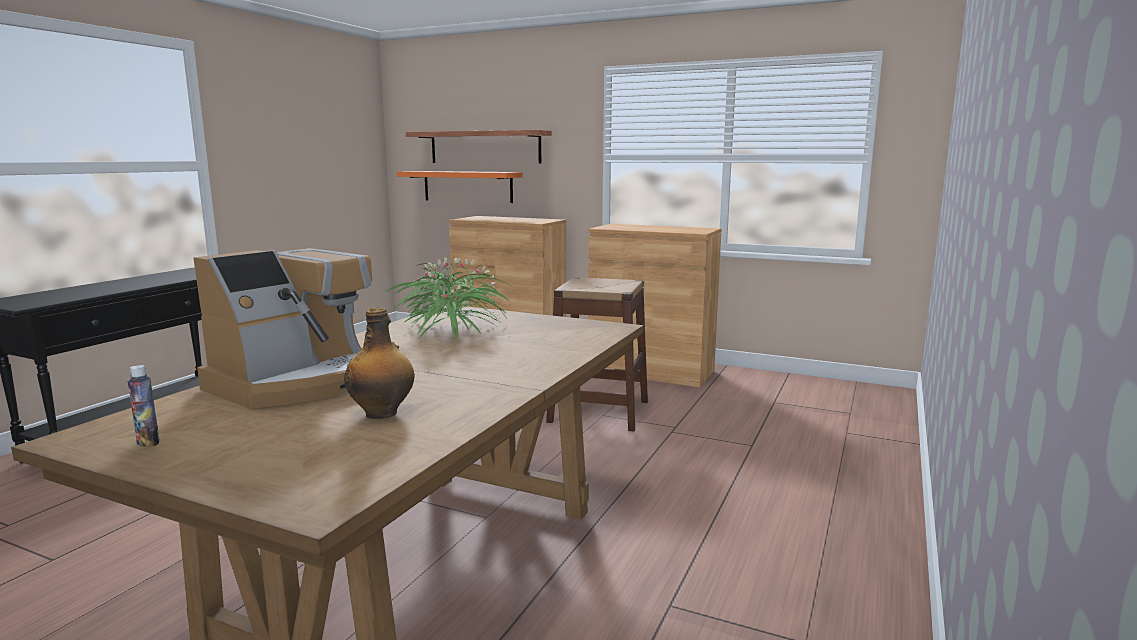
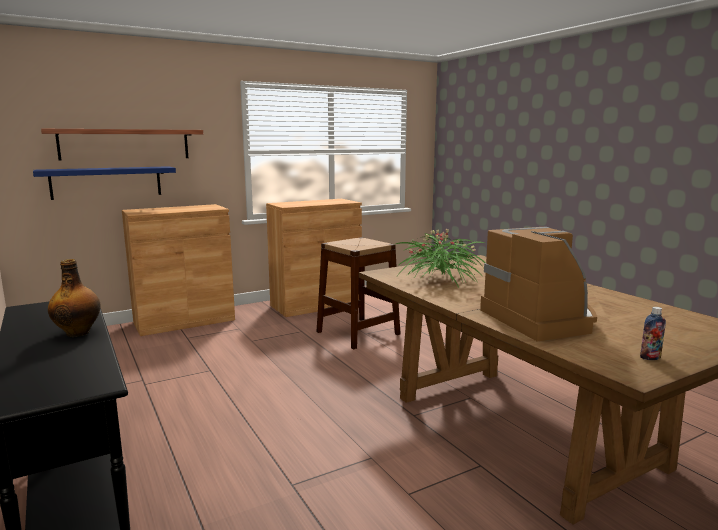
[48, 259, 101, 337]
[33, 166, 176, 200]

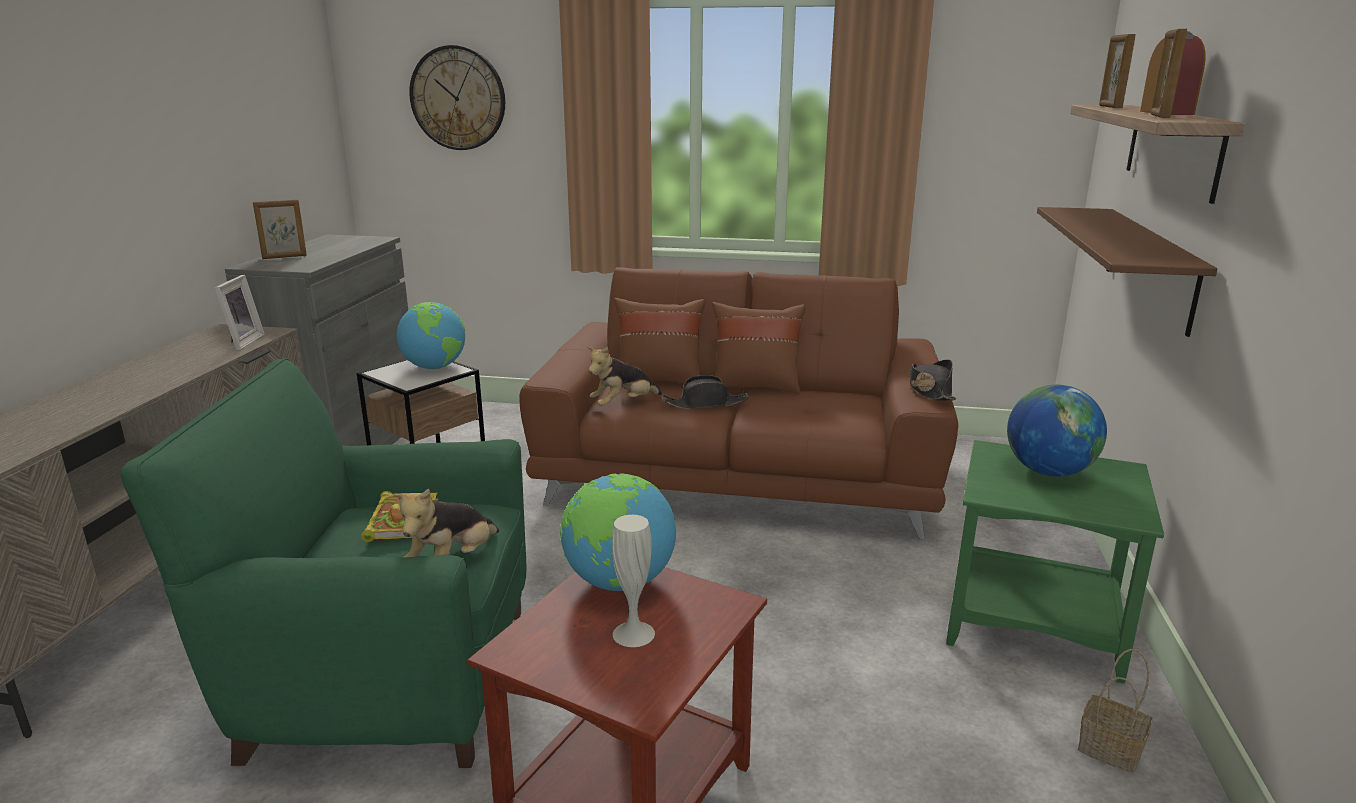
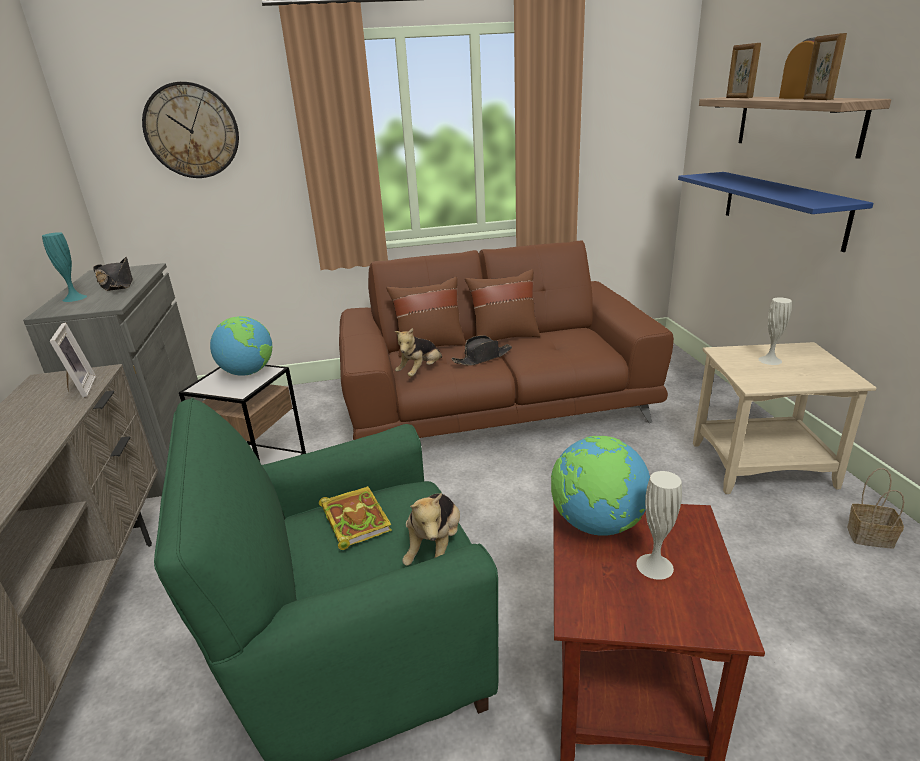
[42, 232, 87, 302]
[93, 257, 133, 291]
[693, 342, 876, 494]
[758, 297, 792, 365]
[678, 172, 874, 252]

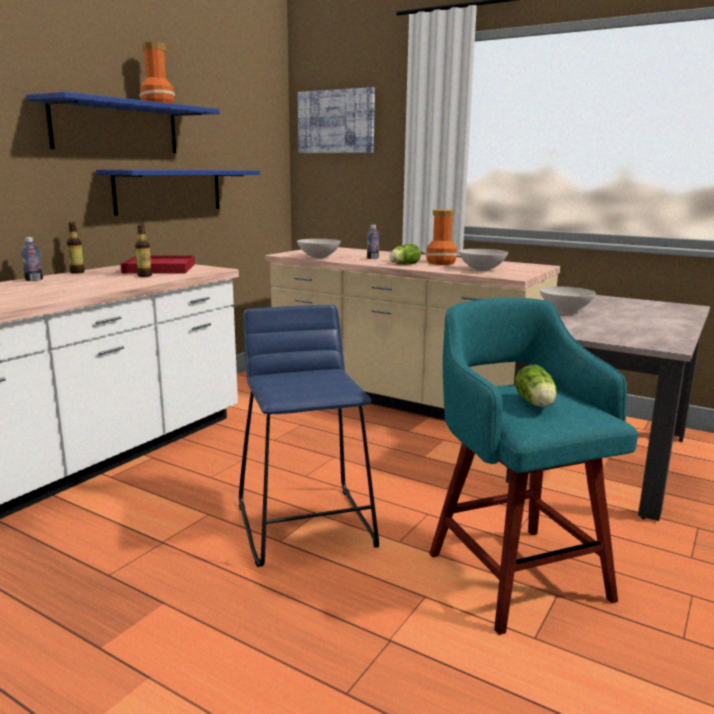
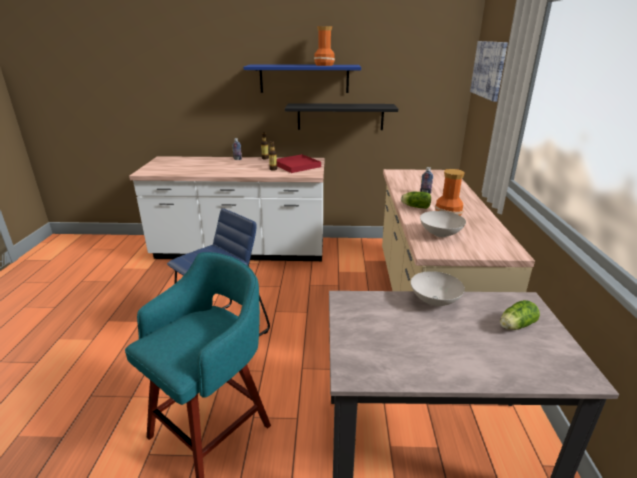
[285, 103, 398, 130]
[297, 239, 341, 258] (first image)
[500, 300, 540, 330]

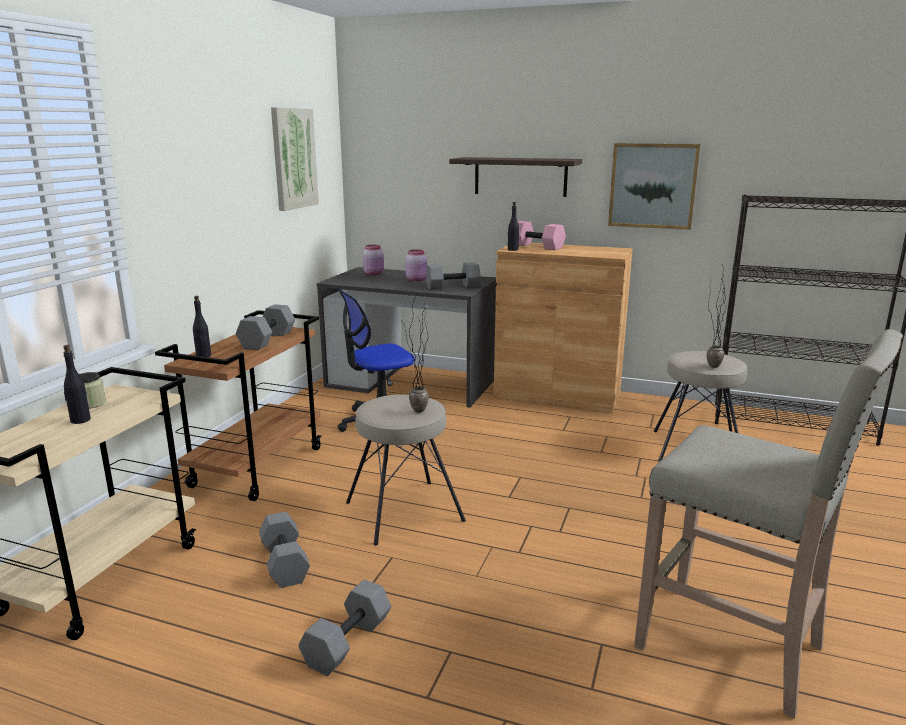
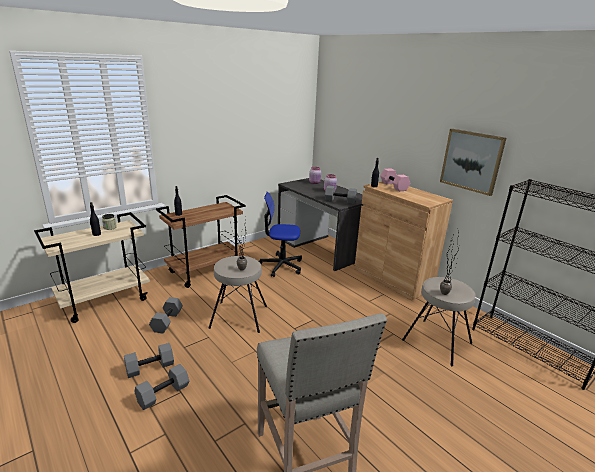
[134, 364, 189, 410]
[271, 107, 319, 211] (first image)
[449, 157, 582, 197] (first image)

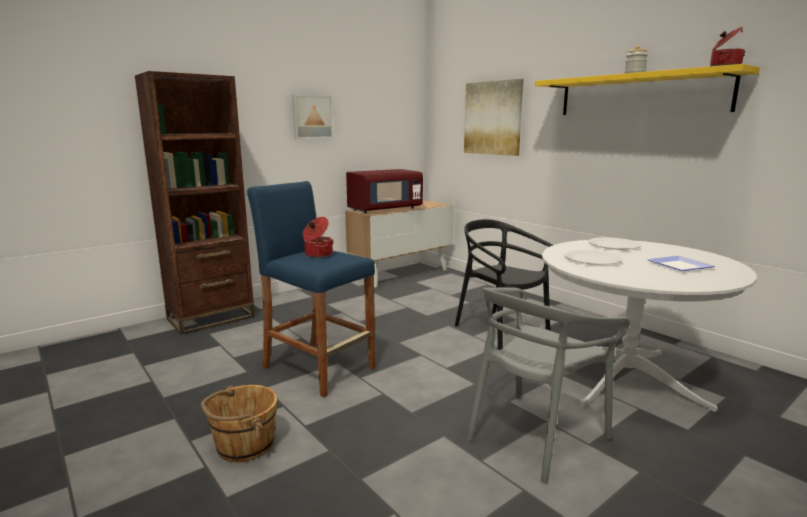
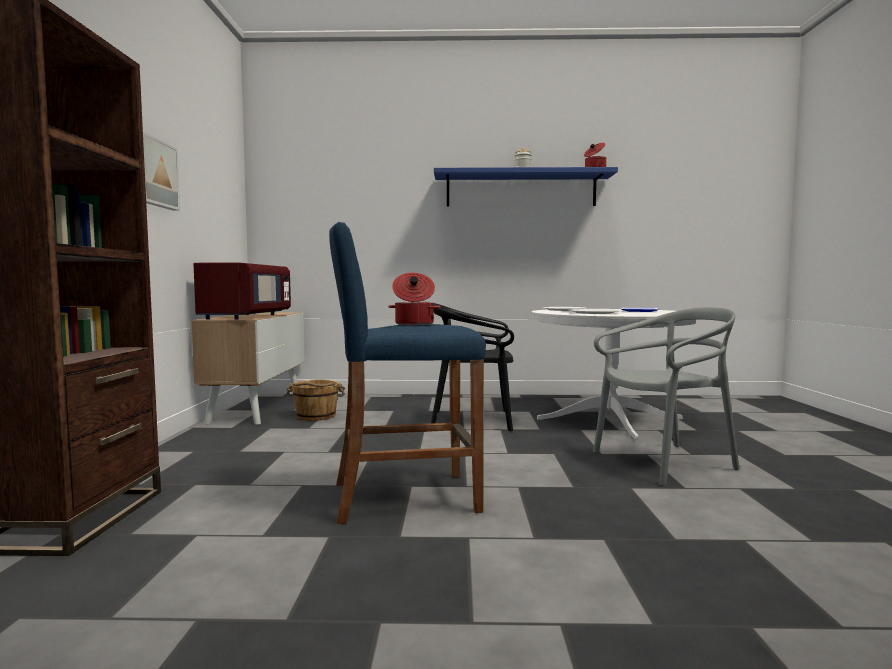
[287, 380, 345, 421]
[464, 79, 524, 156] (first image)
[593, 307, 740, 486]
[434, 167, 618, 206]

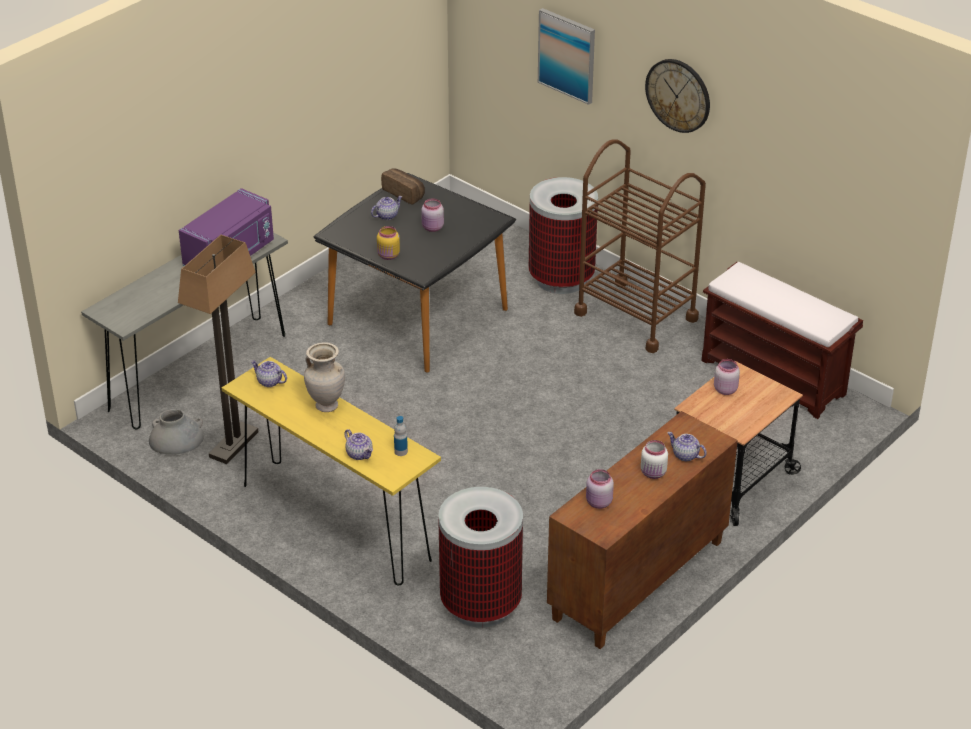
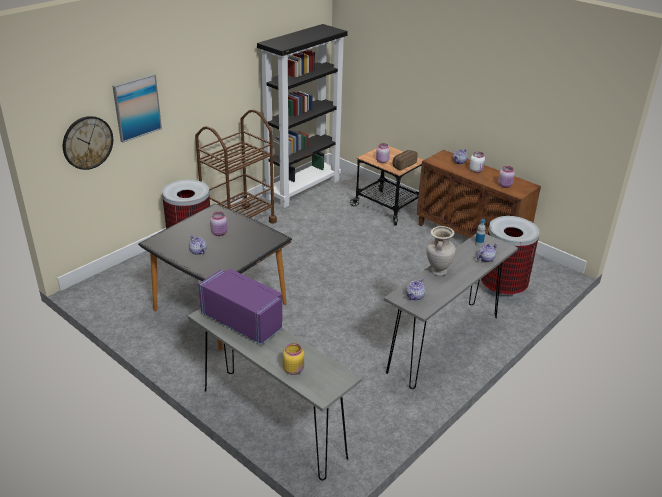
[149, 409, 204, 455] (first image)
[178, 235, 259, 464] (first image)
[384, 234, 518, 389]
[283, 343, 304, 375]
[393, 150, 418, 171]
[63, 116, 113, 170]
[257, 24, 348, 208]

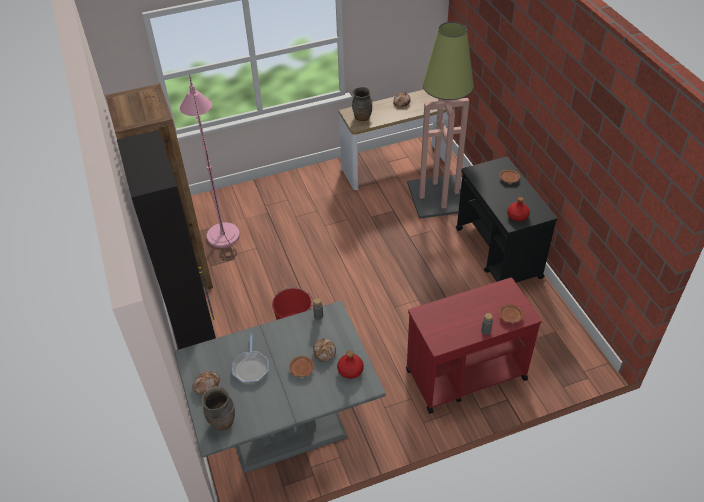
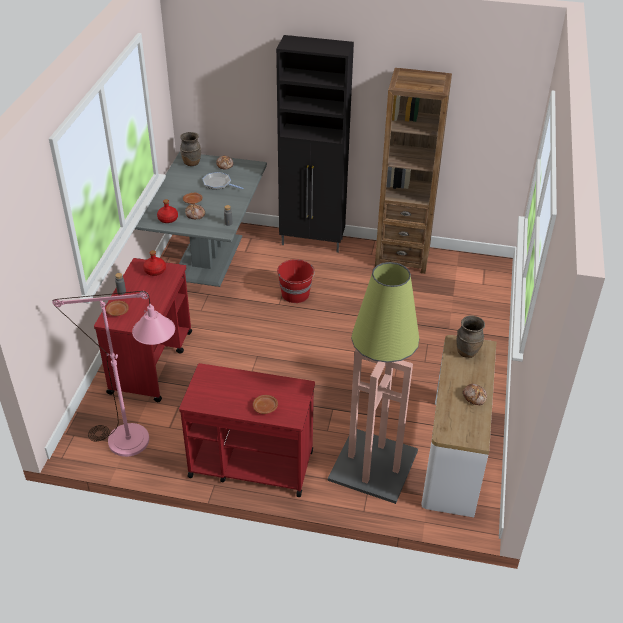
[52, 291, 175, 457]
[179, 363, 315, 497]
[143, 250, 166, 276]

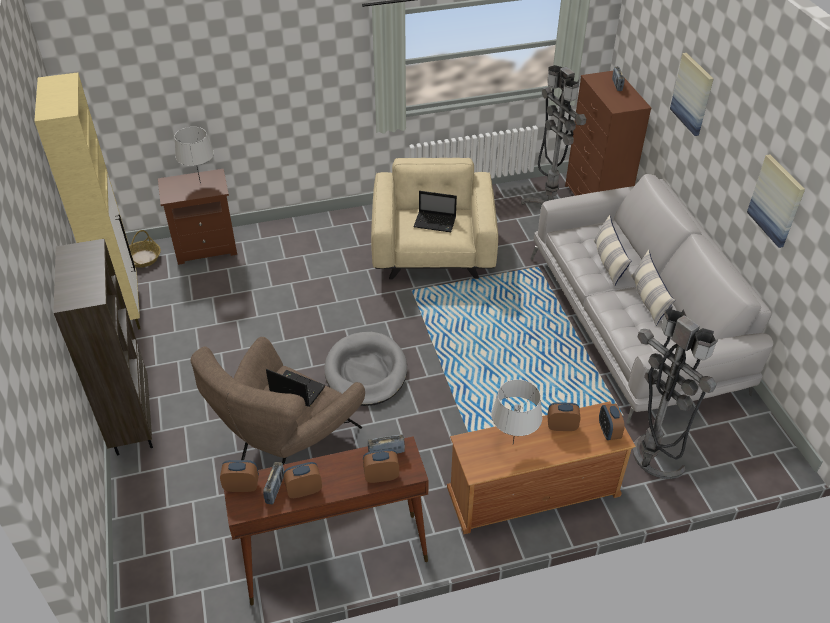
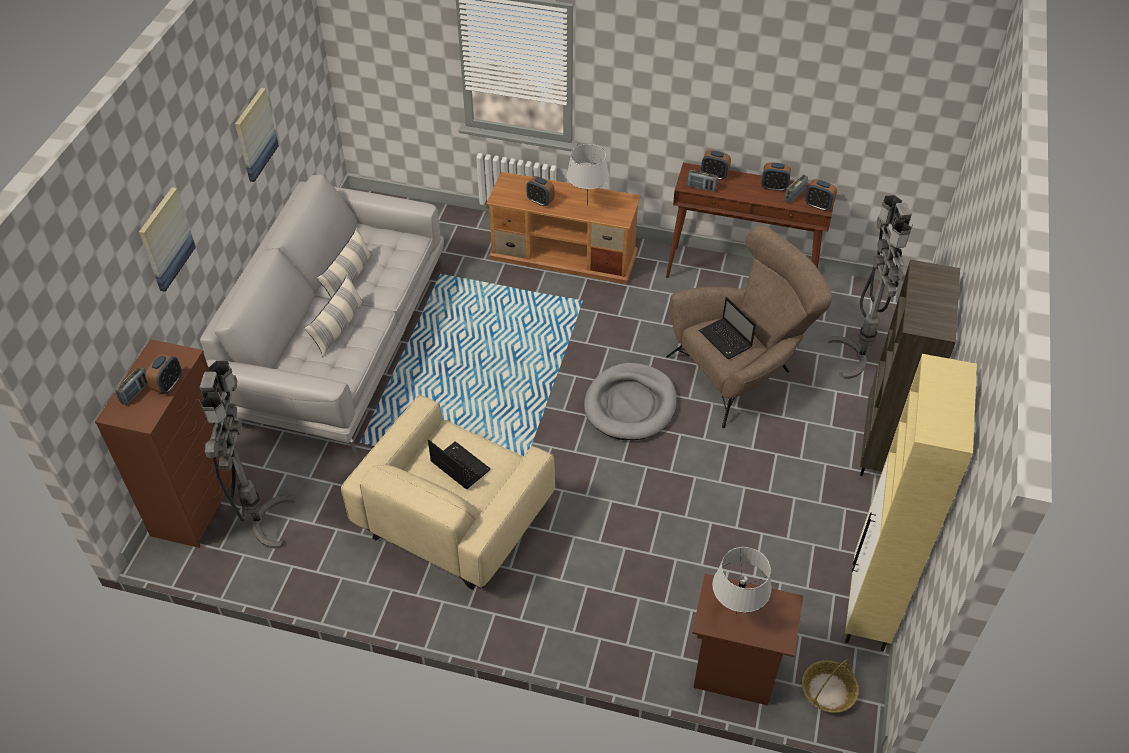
[146, 353, 182, 394]
[828, 195, 913, 379]

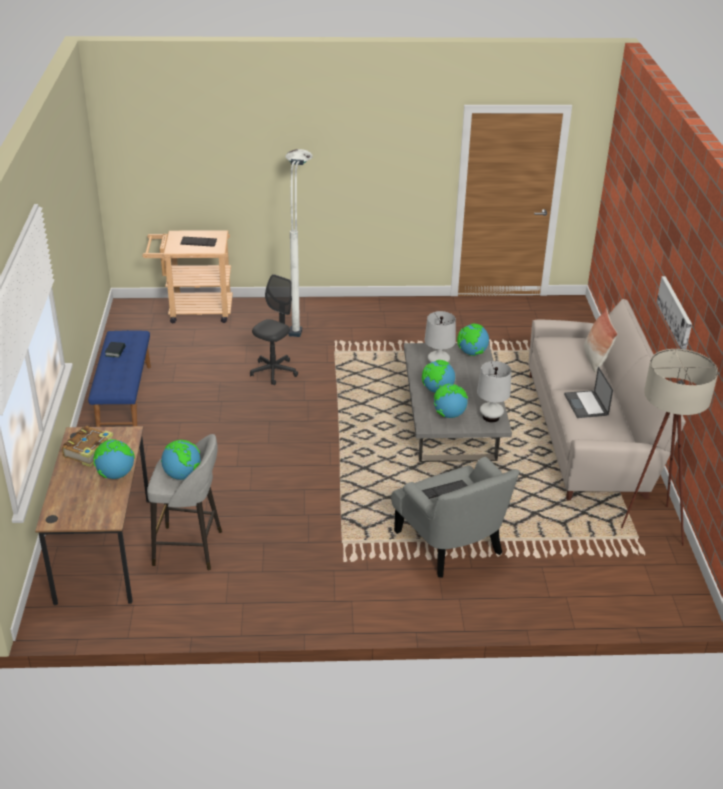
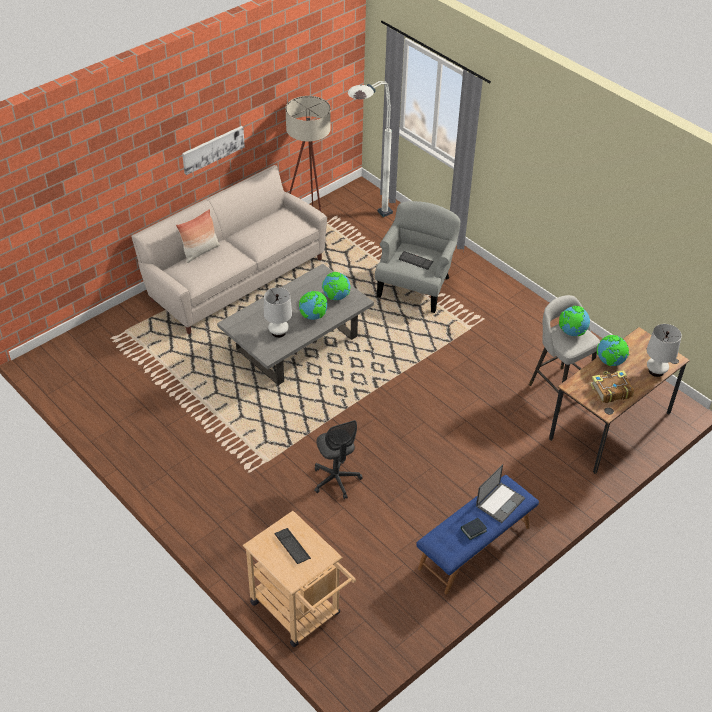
[314, 420, 362, 499]
[348, 81, 393, 217]
[457, 323, 489, 356] (first image)
[647, 324, 682, 377]
[476, 464, 525, 523]

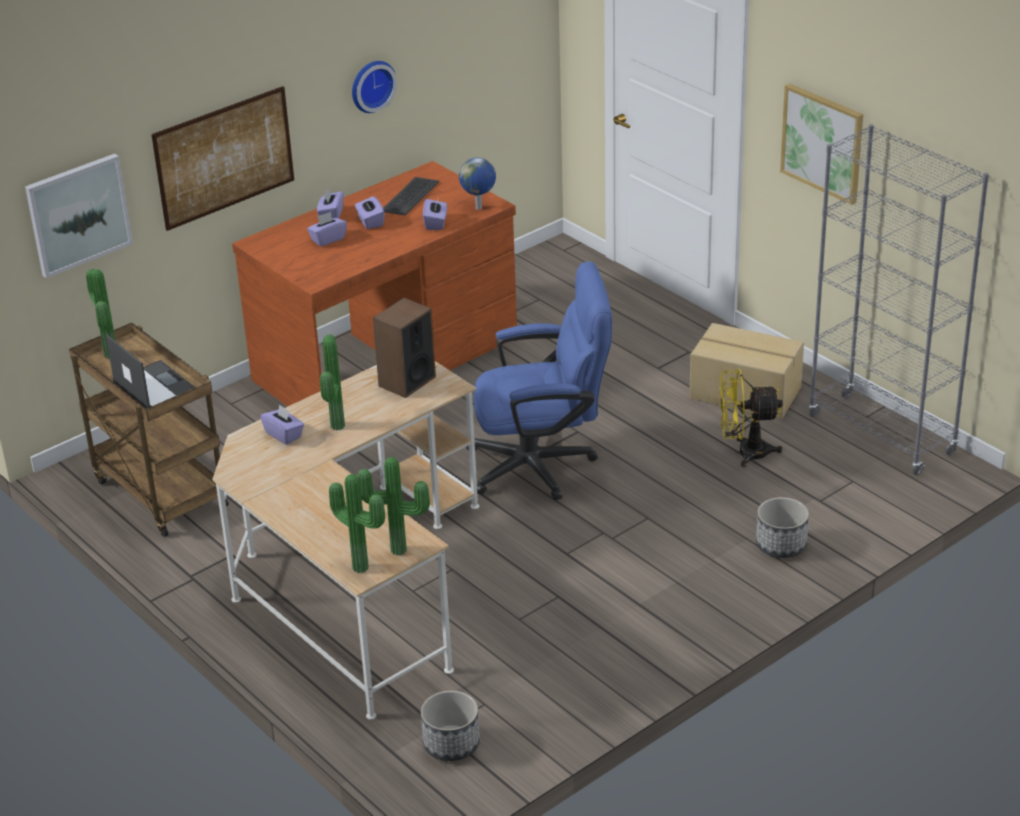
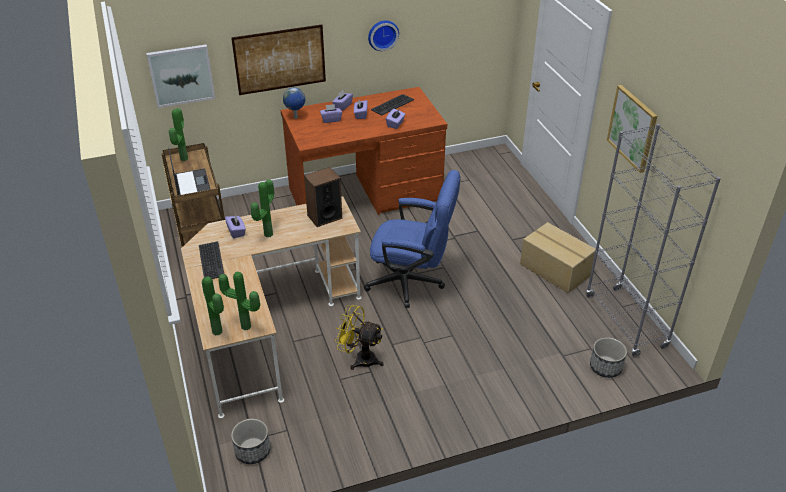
[283, 88, 305, 119]
[335, 305, 384, 370]
[590, 337, 627, 378]
[199, 241, 224, 279]

